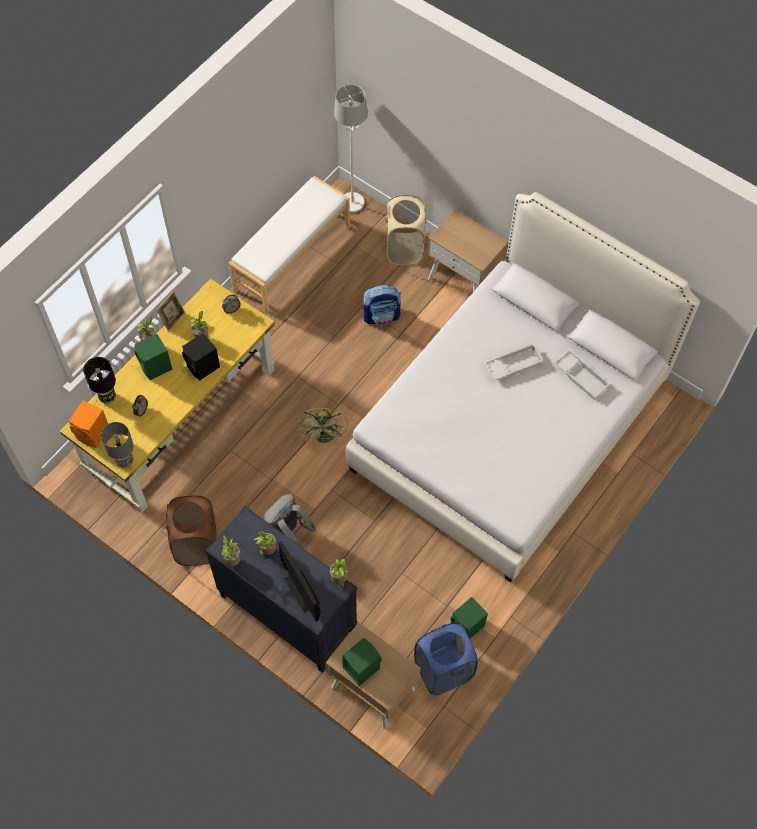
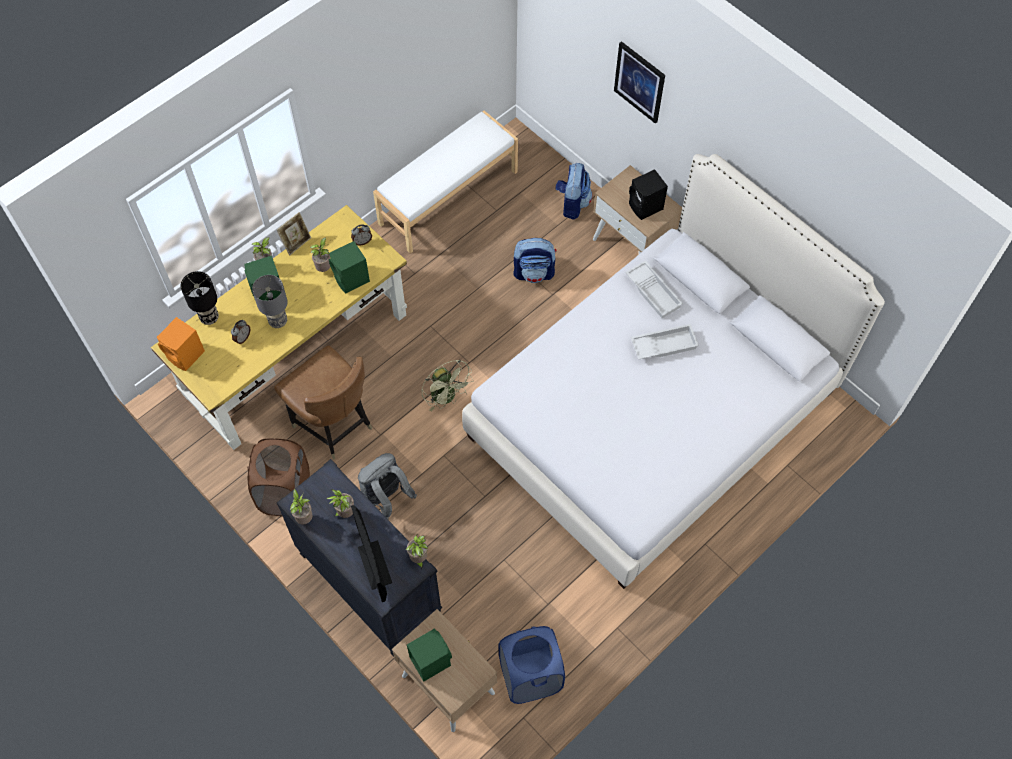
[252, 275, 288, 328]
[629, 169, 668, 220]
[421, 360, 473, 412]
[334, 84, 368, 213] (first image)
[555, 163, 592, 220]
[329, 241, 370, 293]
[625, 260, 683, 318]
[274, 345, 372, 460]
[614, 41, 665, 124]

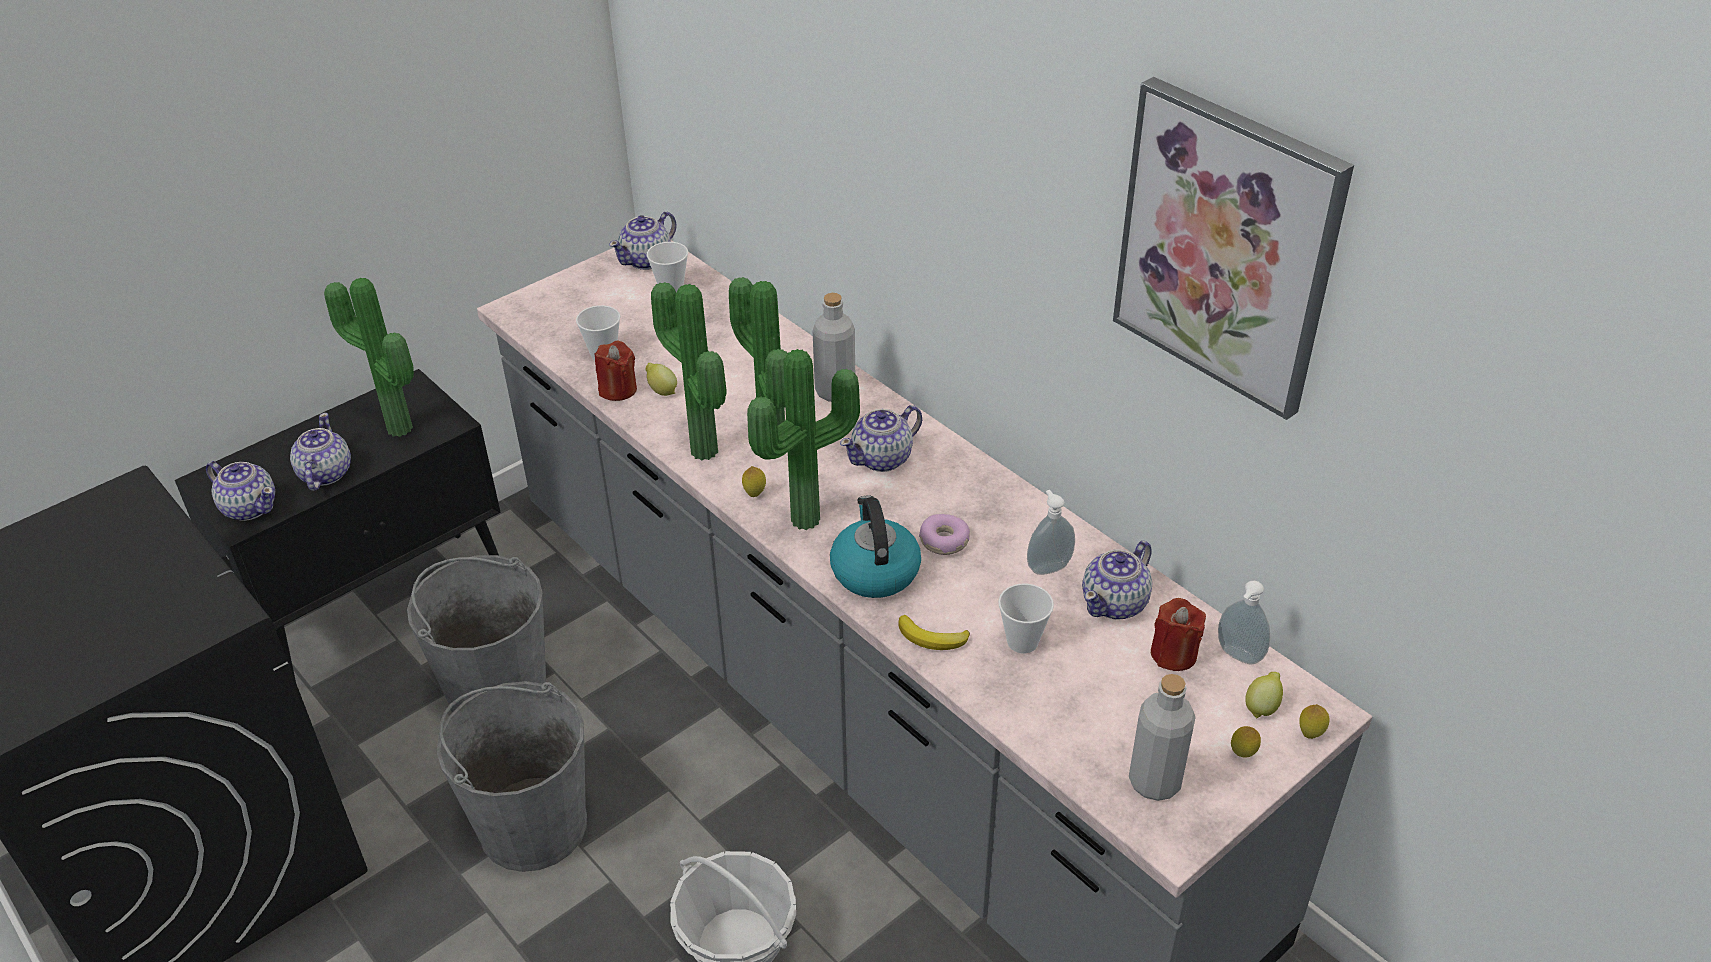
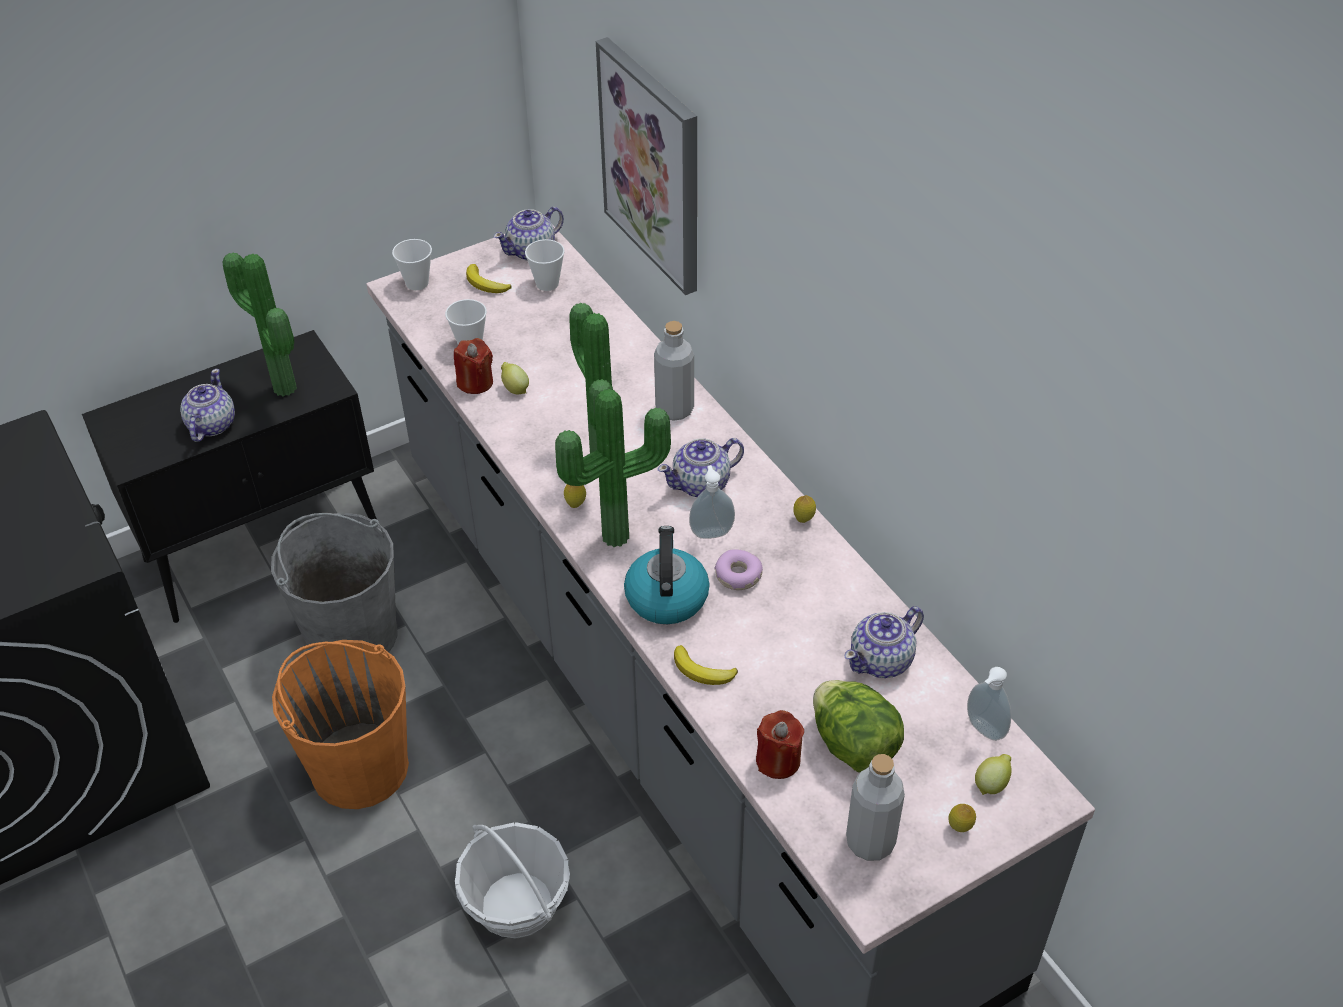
[206, 461, 275, 521] (first image)
[272, 640, 409, 809]
[651, 282, 726, 460] (first image)
[392, 239, 432, 290]
[689, 465, 735, 539]
[596, 37, 697, 295]
[756, 710, 804, 779]
[793, 495, 816, 523]
[466, 264, 512, 293]
[813, 680, 904, 773]

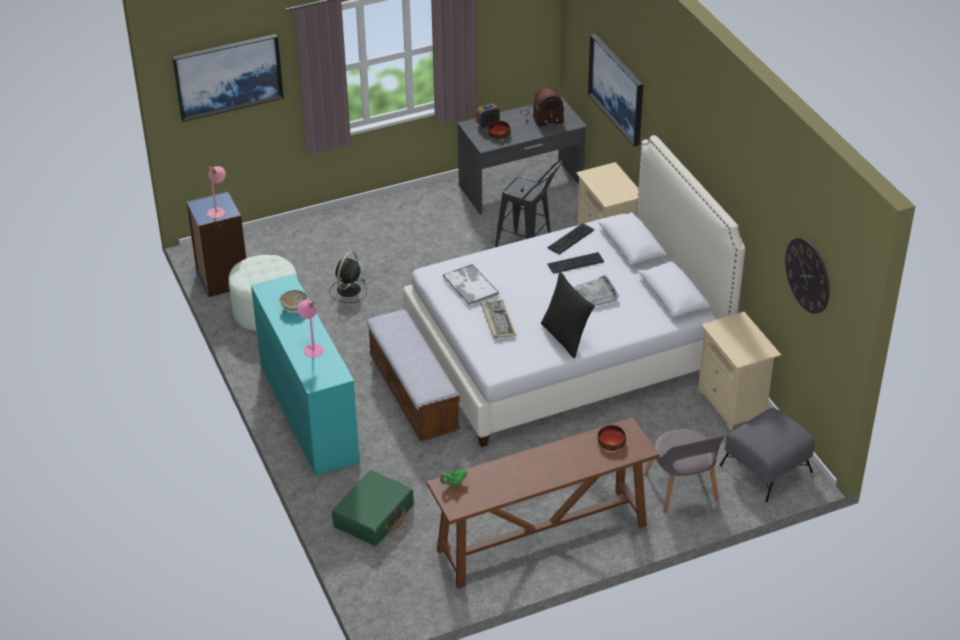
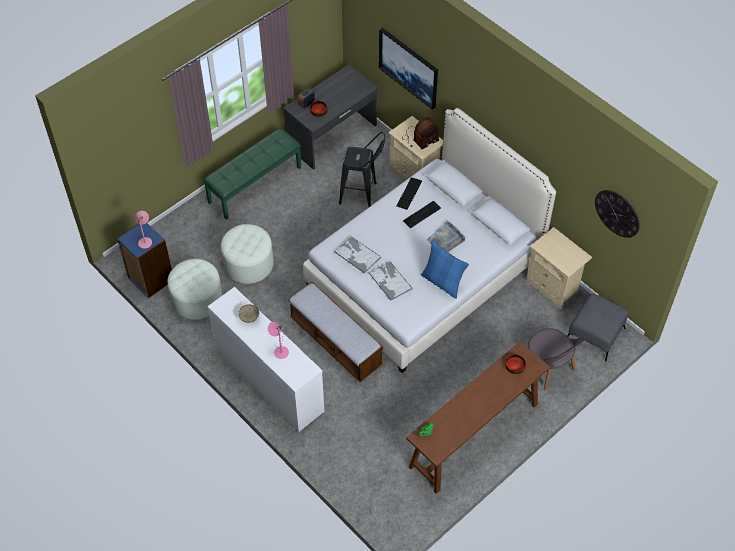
[172, 34, 284, 122] (first image)
[208, 287, 324, 432]
[221, 224, 274, 284]
[332, 470, 414, 546] (first image)
[369, 261, 413, 301]
[402, 117, 439, 149]
[421, 240, 469, 299]
[203, 128, 301, 220]

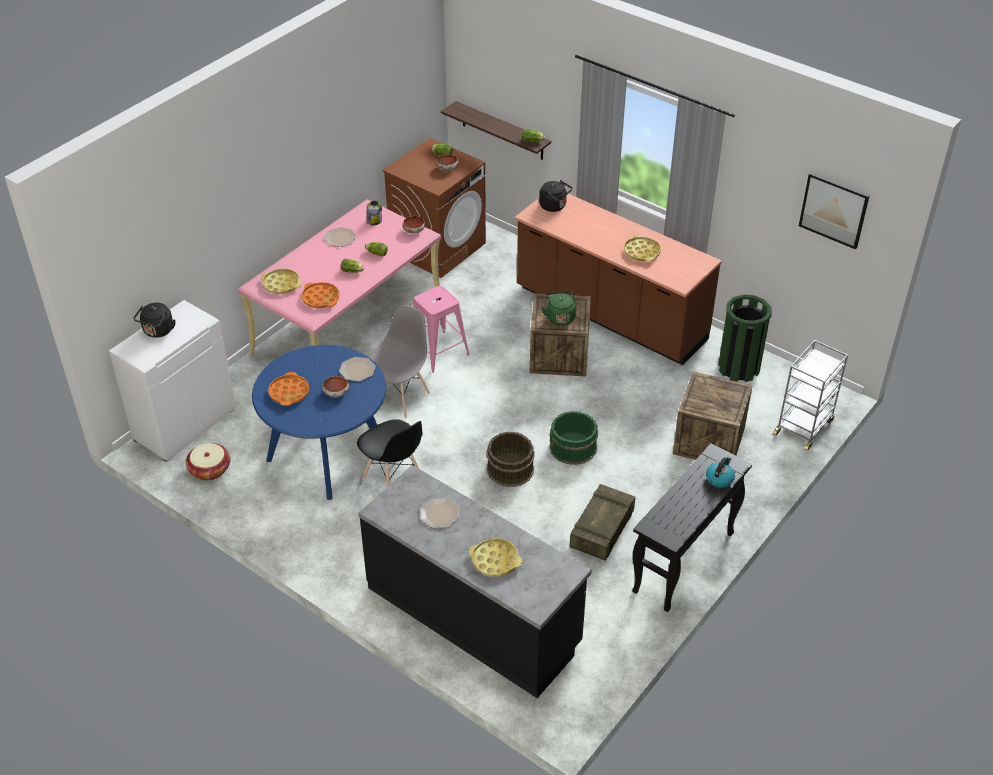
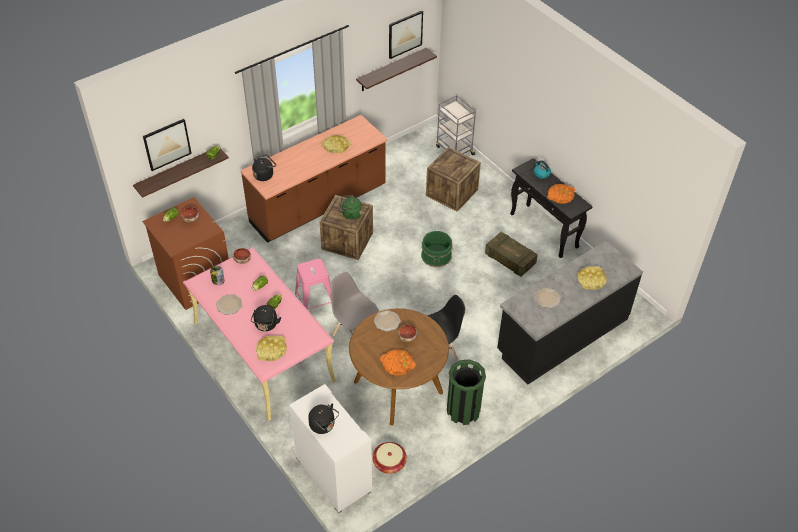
[349, 308, 449, 425]
[547, 184, 575, 204]
[486, 431, 535, 487] (first image)
[447, 359, 486, 425]
[143, 119, 192, 171]
[251, 305, 281, 331]
[356, 48, 437, 91]

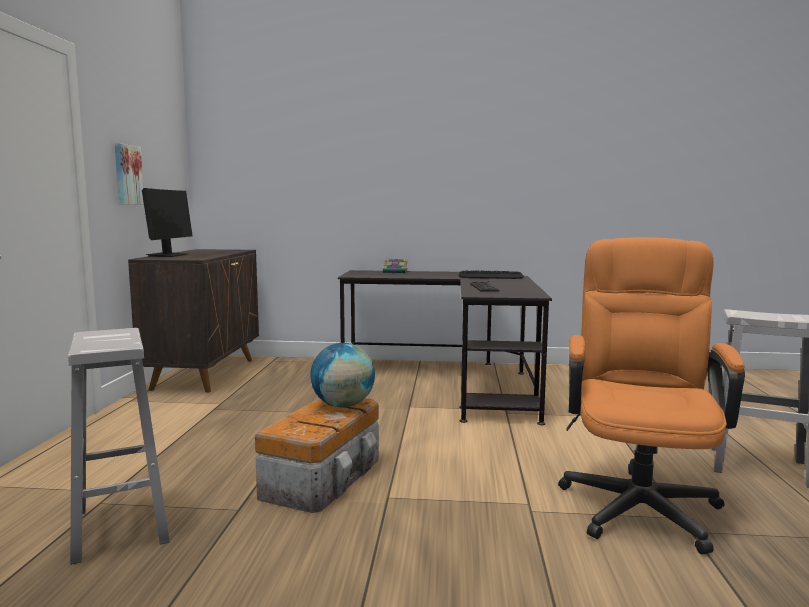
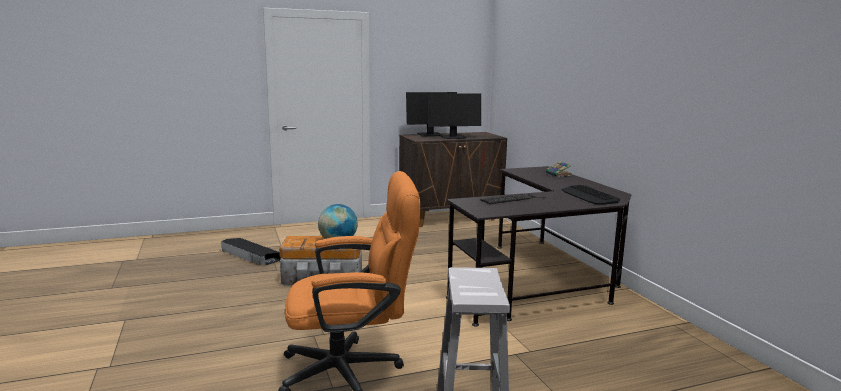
[221, 238, 281, 266]
[114, 143, 144, 205] (first image)
[429, 93, 481, 139]

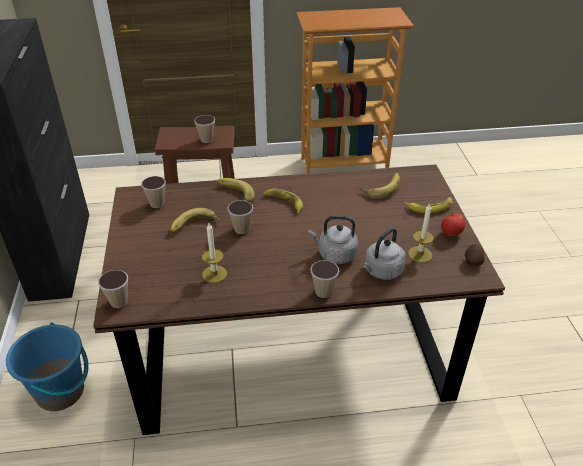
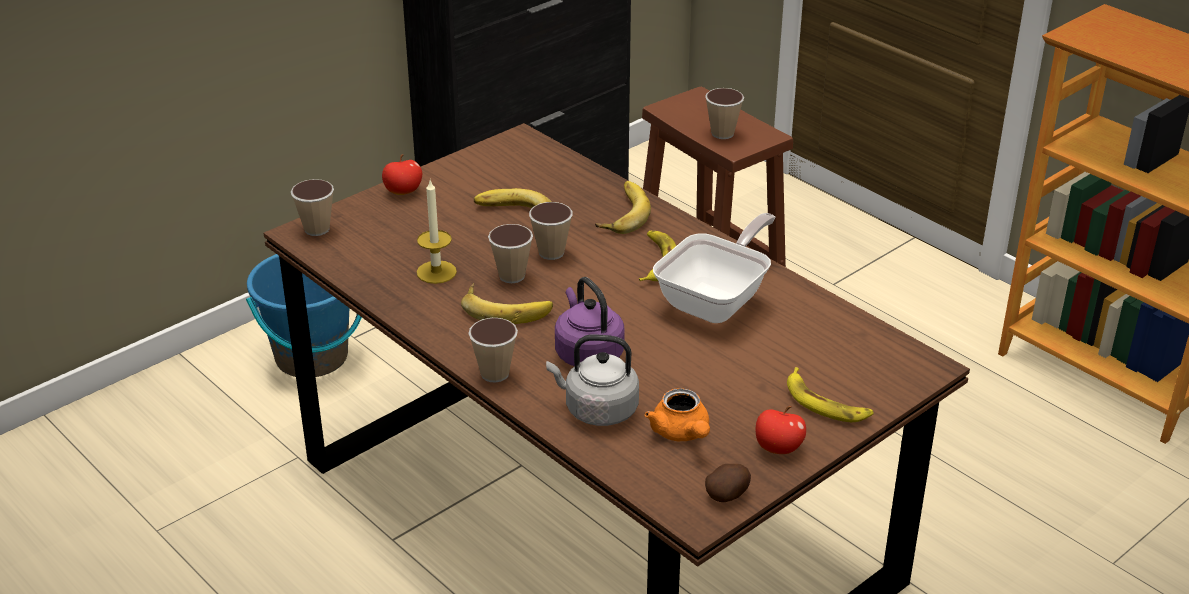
[488, 224, 533, 283]
[555, 277, 625, 366]
[461, 283, 553, 324]
[645, 388, 710, 441]
[382, 154, 422, 195]
[653, 213, 775, 323]

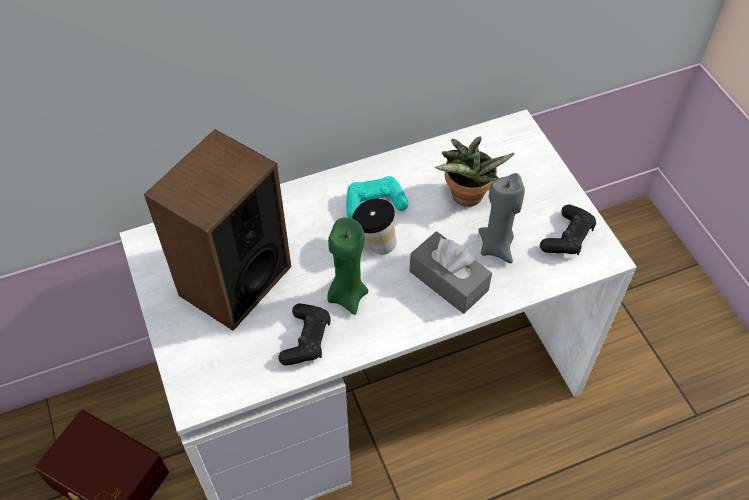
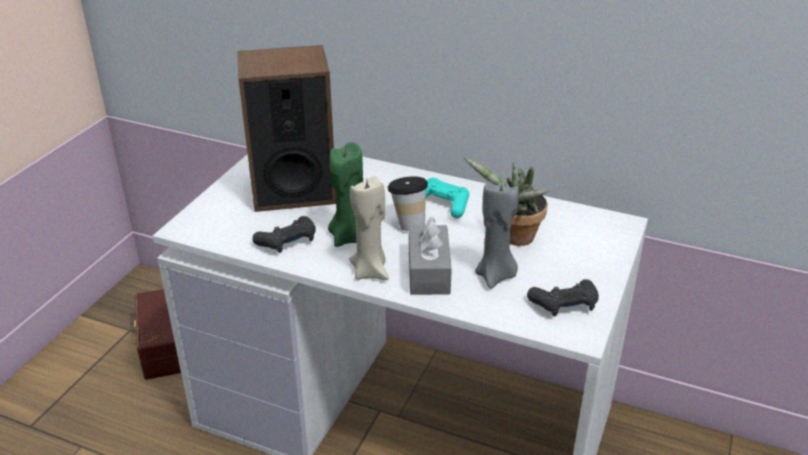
[349, 176, 389, 280]

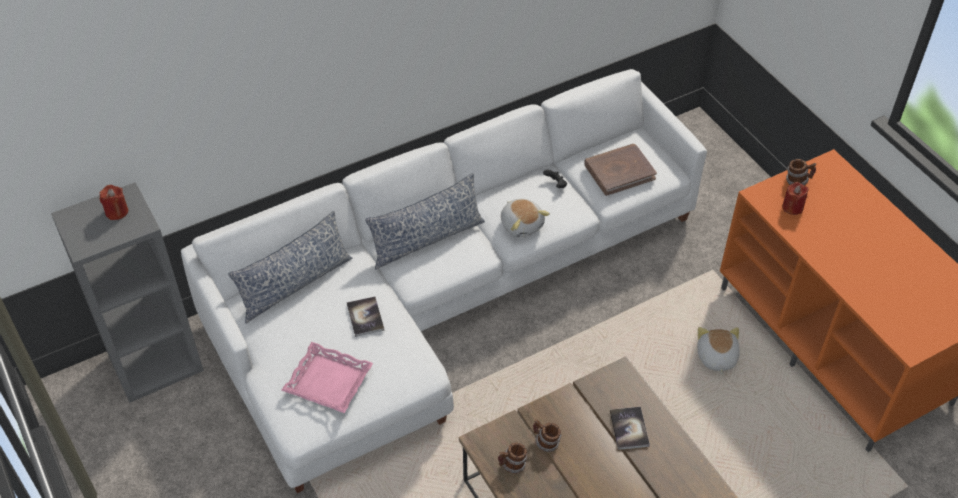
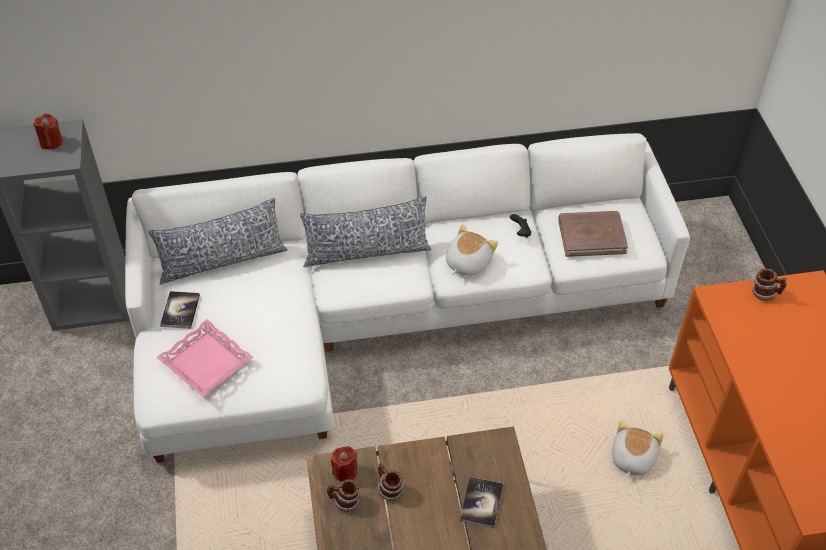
[160, 291, 200, 329]
[446, 225, 498, 276]
[331, 446, 357, 482]

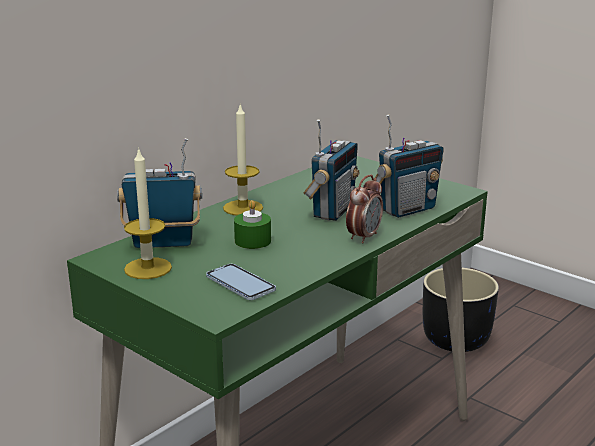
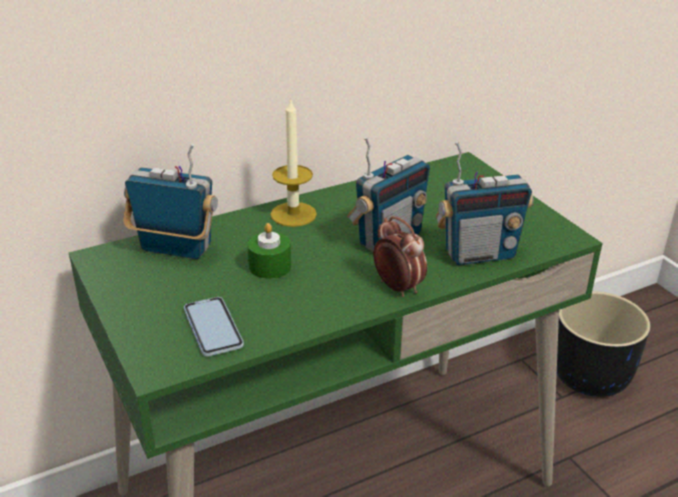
[124, 147, 172, 279] (first image)
[373, 216, 427, 297]

